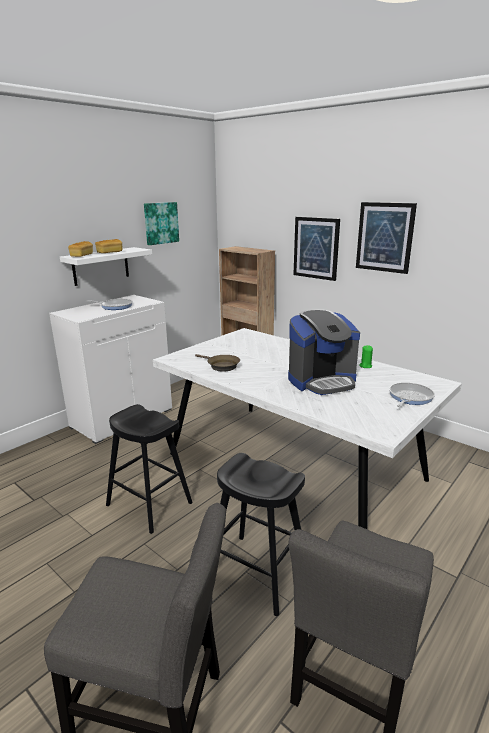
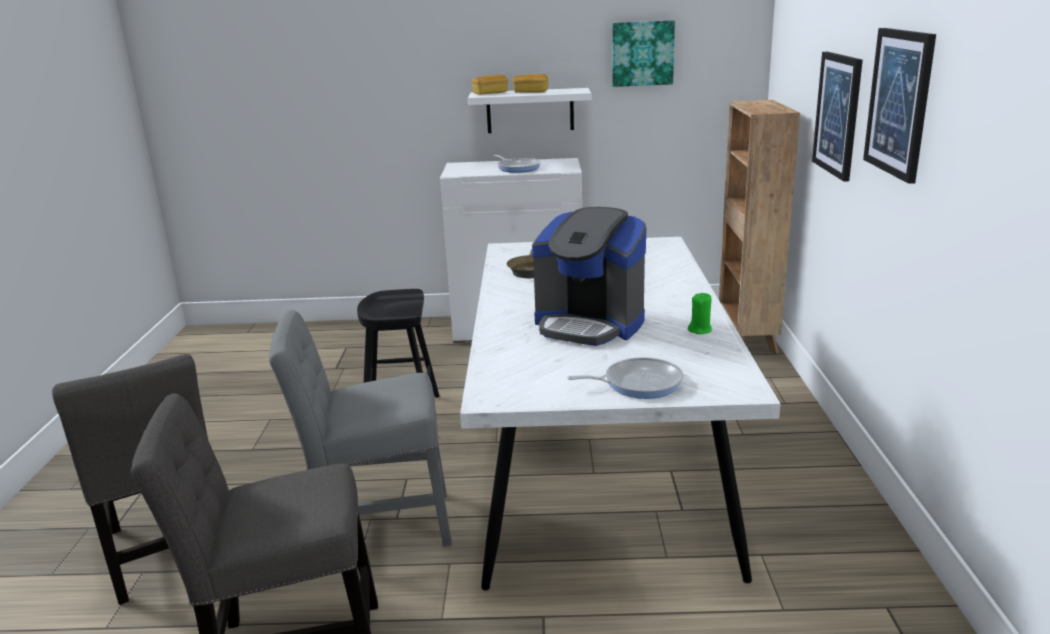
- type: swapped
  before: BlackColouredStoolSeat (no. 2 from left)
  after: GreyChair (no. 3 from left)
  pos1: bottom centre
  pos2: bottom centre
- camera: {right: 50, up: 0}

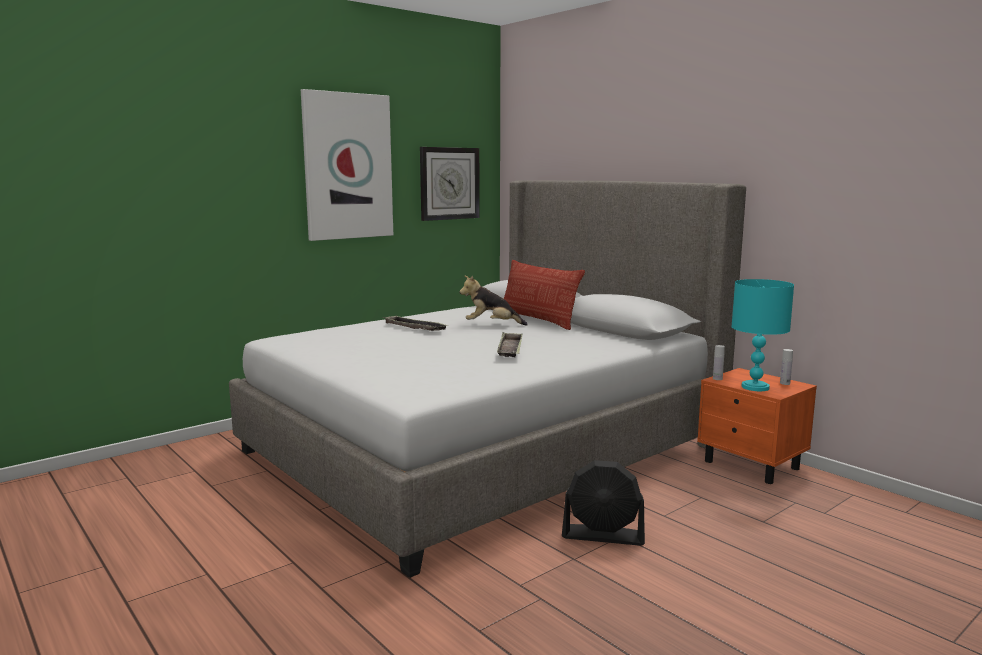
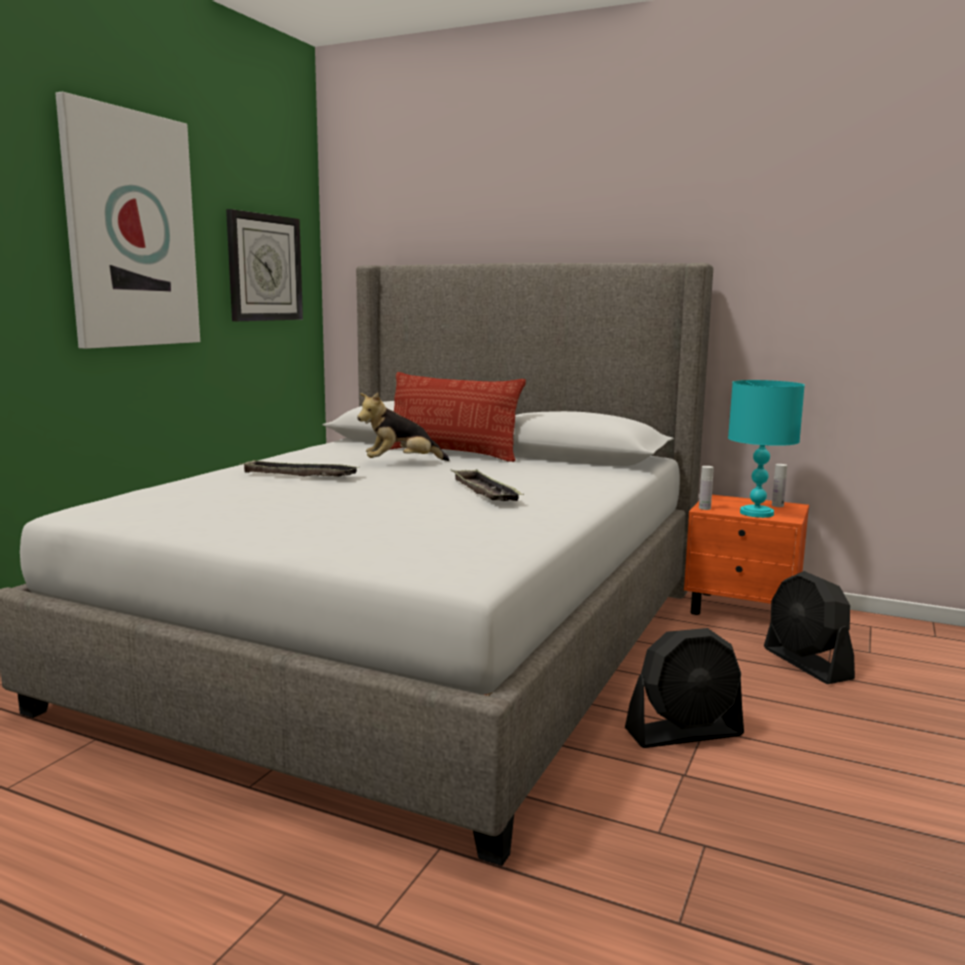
- type: new
  after: BlackColouredElectricFan (no. 2 from left)
  pos2: middle right
- camera: {right: -25, up: 0}

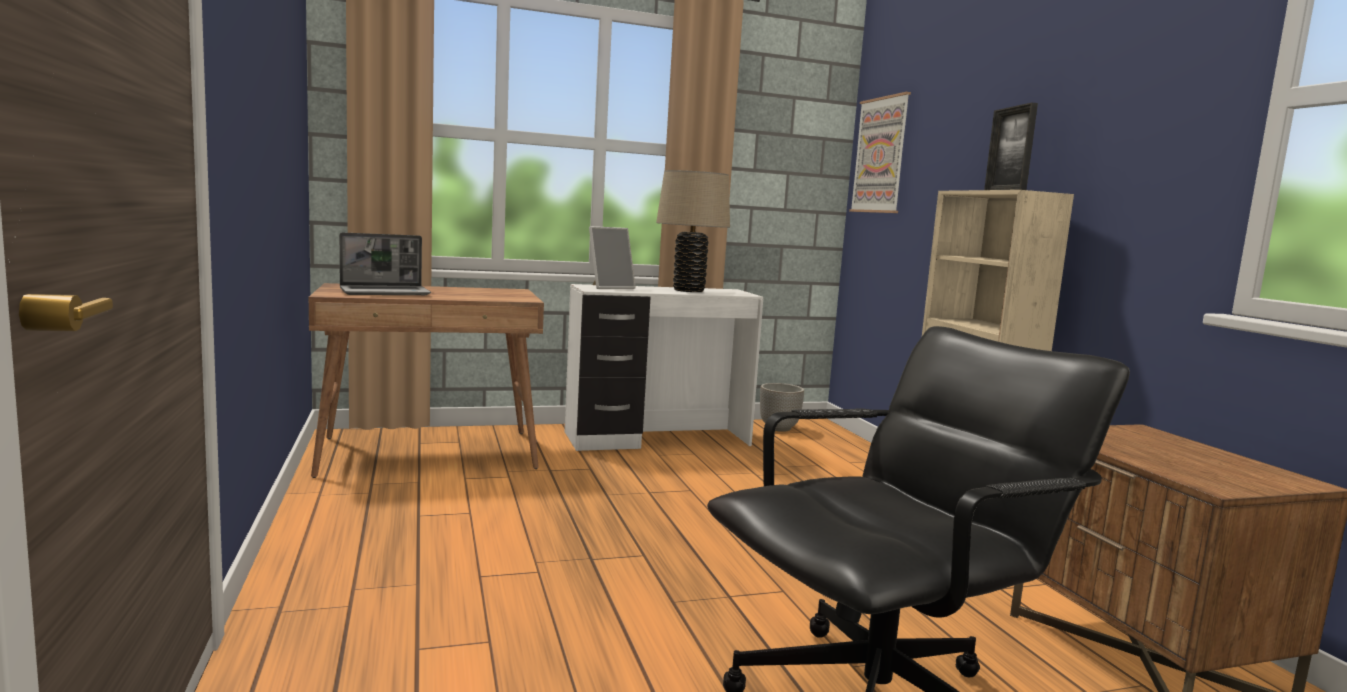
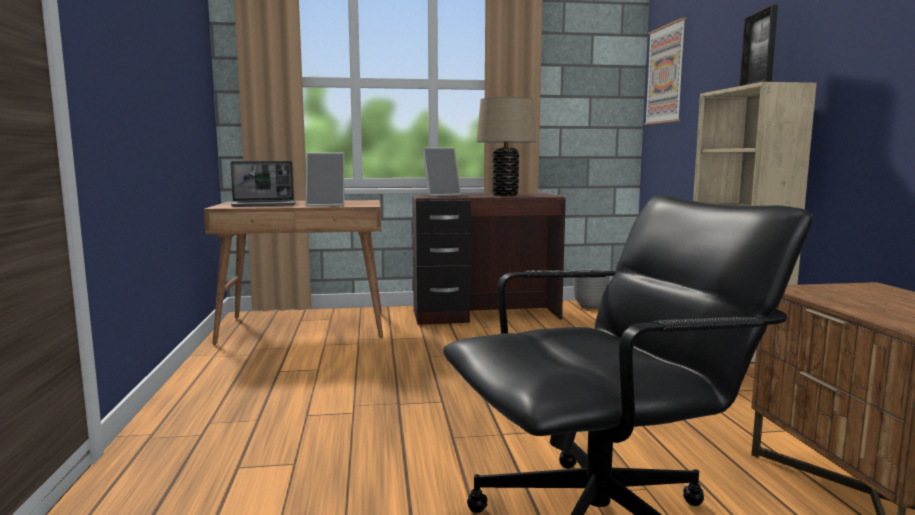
- type: repainted
  before: WhiteDeskTable
  after: BrownDeskTable (no. 2 from left)
  pos1: centre
  pos2: centre
- type: new
  after: PhotoFrame (no. 1 from left)
  pos2: centre
- camera: {right: 10, up: 0}

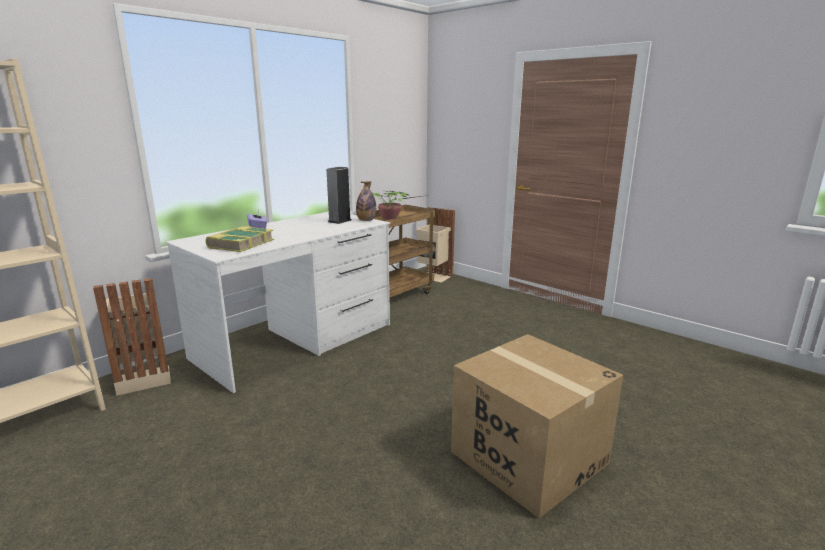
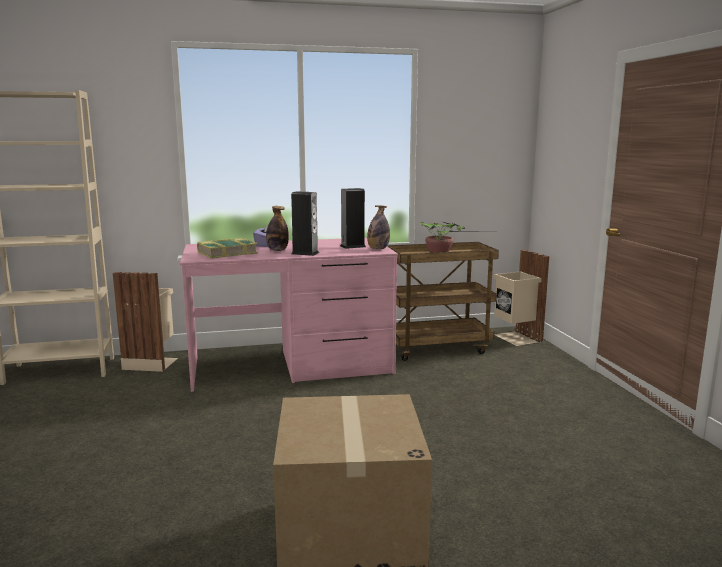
- type: repainted
  before: WhiteDeskTable
  after: PinkishDeskTable
  pos1: centre
  pos2: centre
- type: new
  after: BeverageBottle (no. 1 from left)
  pos2: centre
- type: new
  after: Loudspeaker (no. 1 from left)
  pos2: centre
- camera: {right: 35, up: -5}

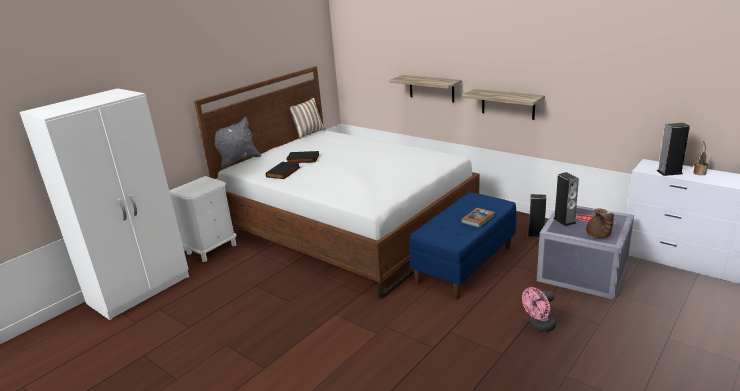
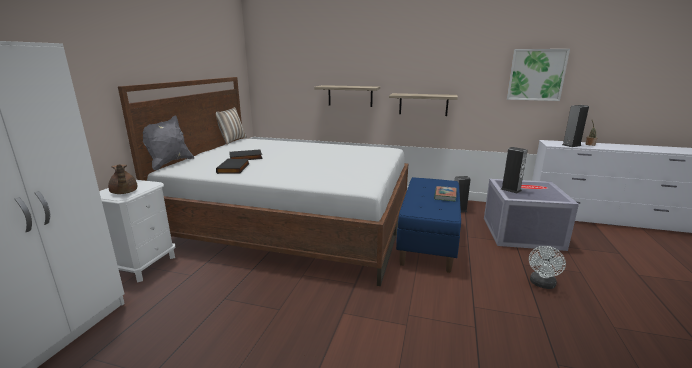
- type: repainted
  before: PinkishElectricFan
  after: WhiteElectricFan
  pos1: bottom right
  pos2: bottom right
- type: shifted
  before: BrownTeaPot
  pos1: middle right
  pos2: middle left
- type: new
  after: WallArt
  pos2: top right
- camera: {right: -25, up: -5}

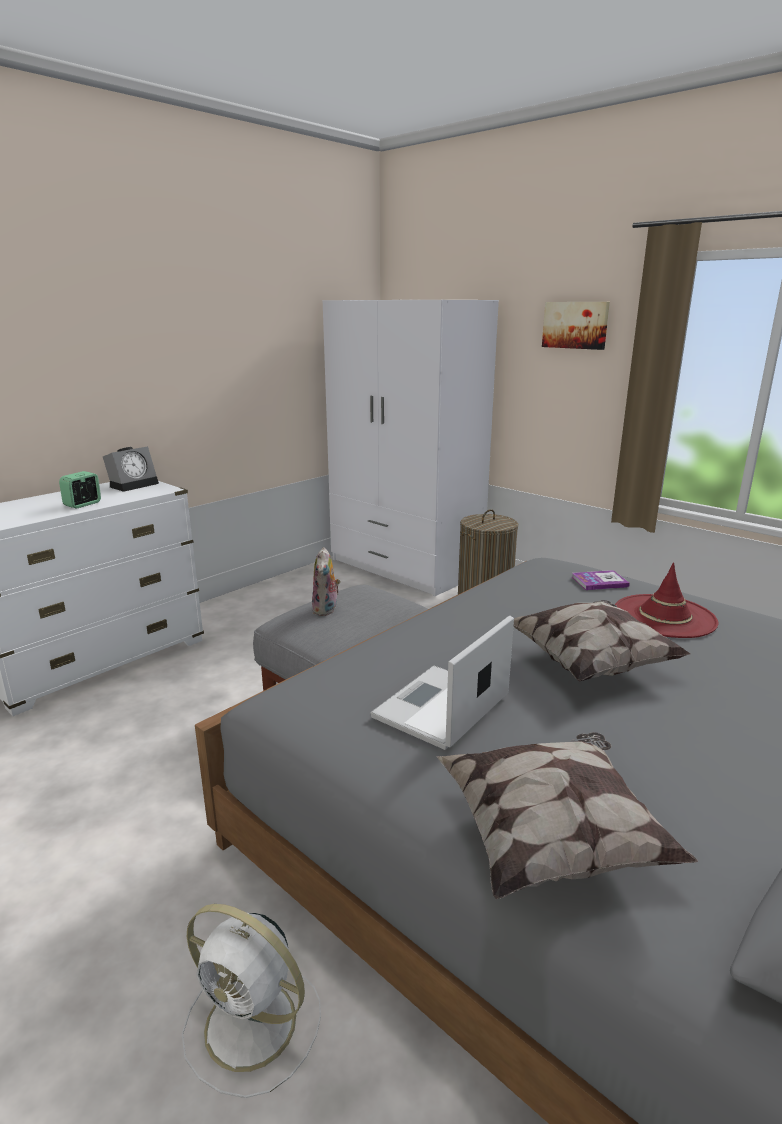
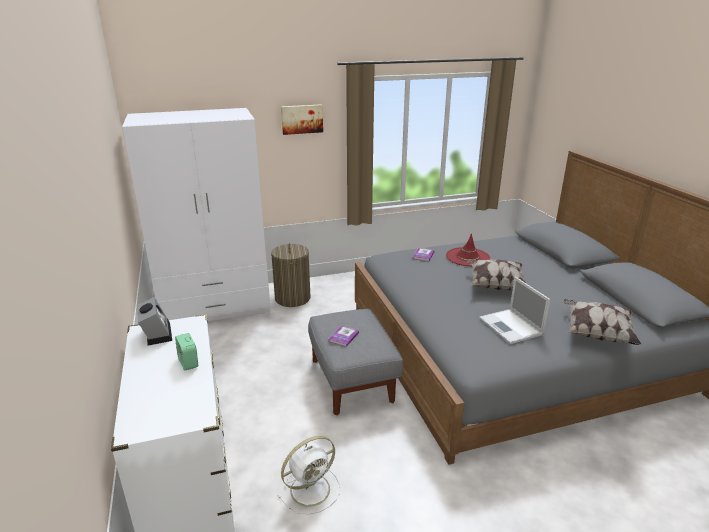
- type: shifted
  before: WhiteElectricFan
  pos1: bottom left
  pos2: bottom centre
- type: swapped
  before: CuddlyToy
  after: Book (no. 1 from left)
  pos1: centre
  pos2: centre
- camera: {right: -60, up: 5}

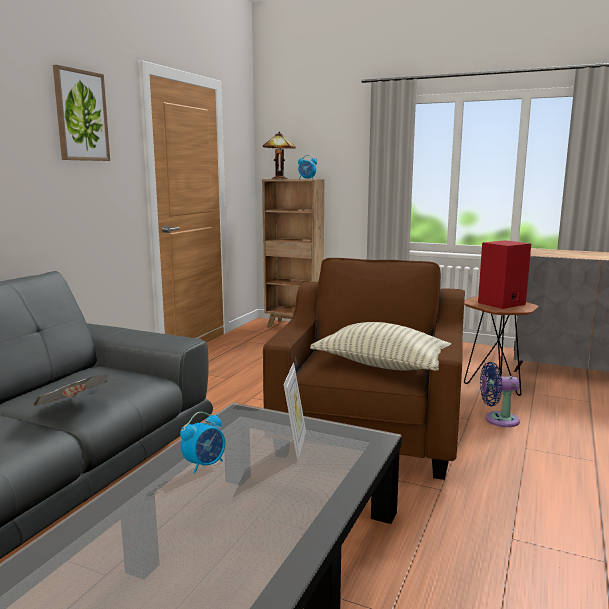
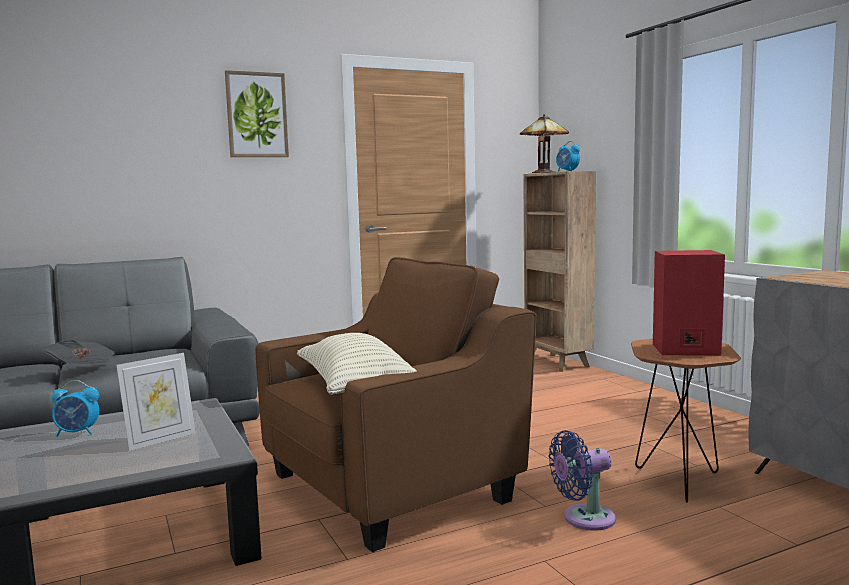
- type: rotated
  before: BluishElectricFan
  pos1: middle right
  pos2: bottom right
  turn: -60
- camera: {right: 40, up: -5}

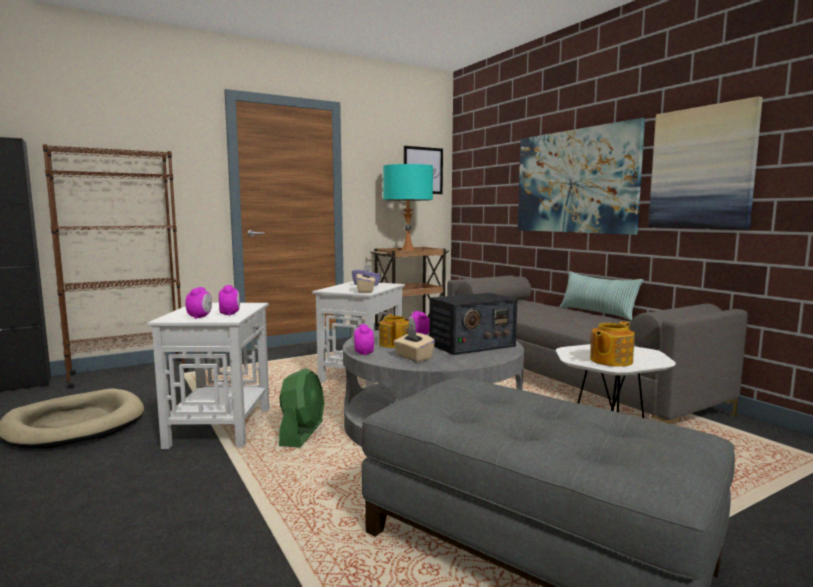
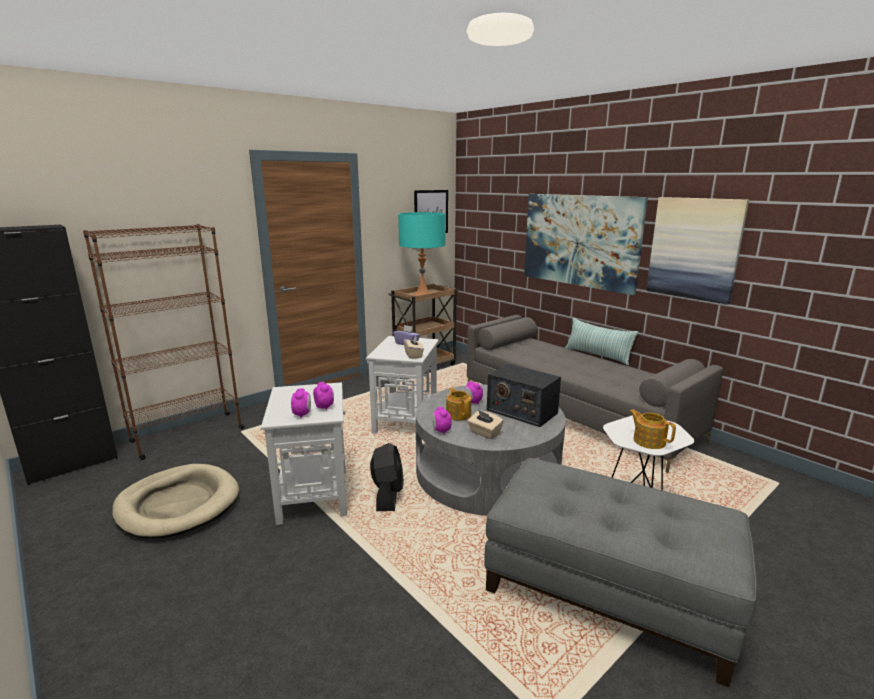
- type: repainted
  before: GreenColouredElectricFan
  after: BlackColouredElectricFan
  pos1: bottom centre
  pos2: bottom centre
- type: rotated
  before: RadioSet
  pos1: centre
  pos2: centre
  turn: 75
- type: rotated
  before: TeaPot (no. 2 from left)
  pos1: middle right
  pos2: middle right
  turn: 105
- camera: {right: -10, up: 10}

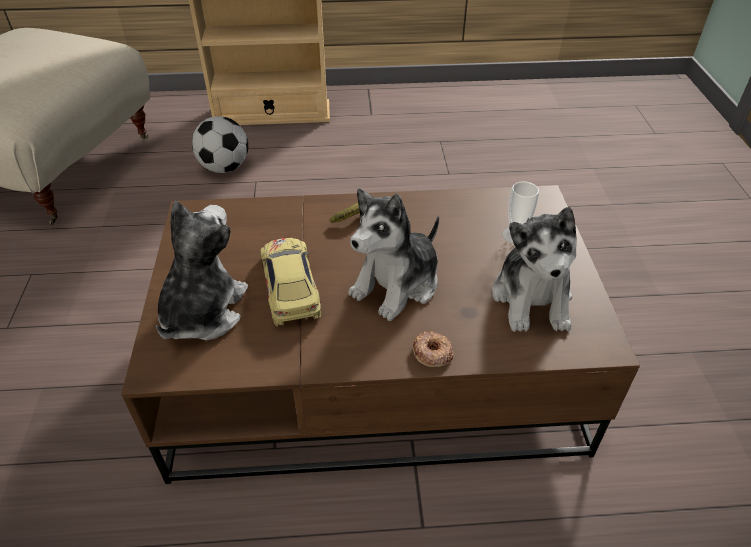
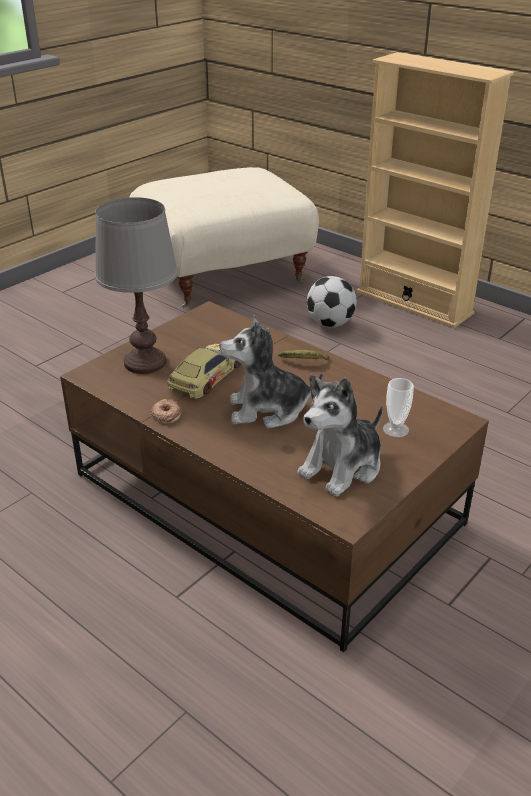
- type: swapped
  before: CuddlyToy (no. 1 from left)
  after: GreyTableLamp
  pos1: middle left
  pos2: middle left
- type: shifted
  before: RingDoughnut
  pos1: centre
  pos2: middle left
- camera: {right: 45, up: -10}

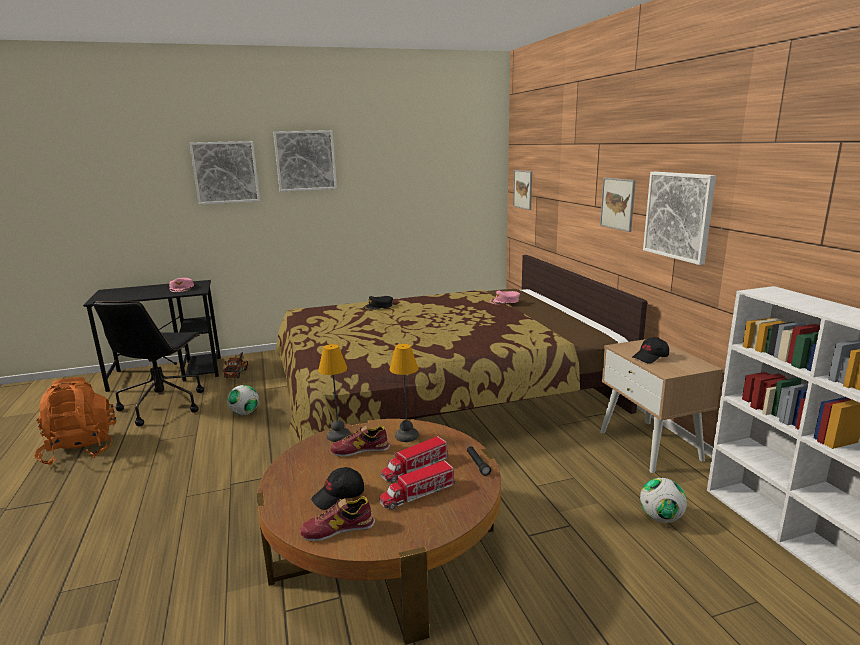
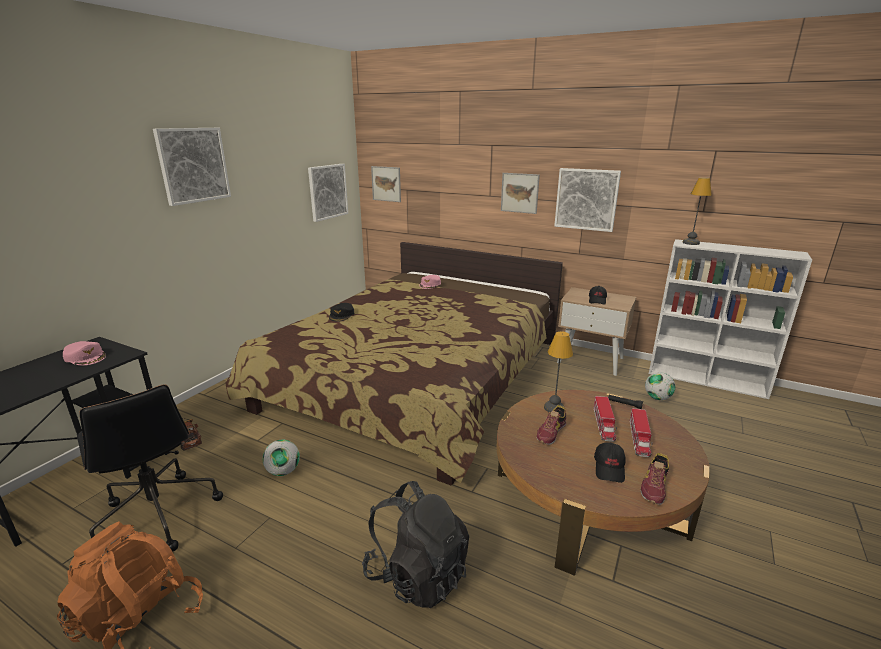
- type: shifted
  before: WallArt (no. 1 from left in the first image)
  after: WallArt (no. 2 from left)
  pos1: top left
  pos2: top centre
- type: shifted
  before: TableLamp (no. 1 from left in the first image)
  after: TableLamp (no. 2 from left)
  pos1: centre
  pos2: top right
- type: new
  after: BlackColouredBackpack
  pos2: bottom centre
- camera: {right: -45, up: 5}

